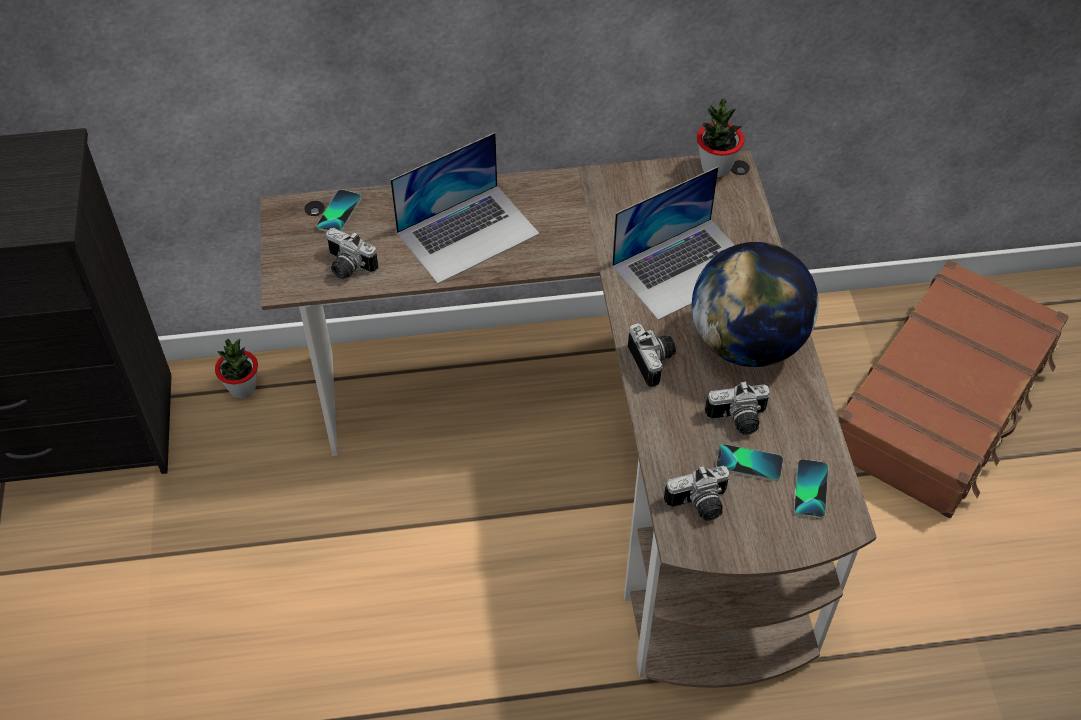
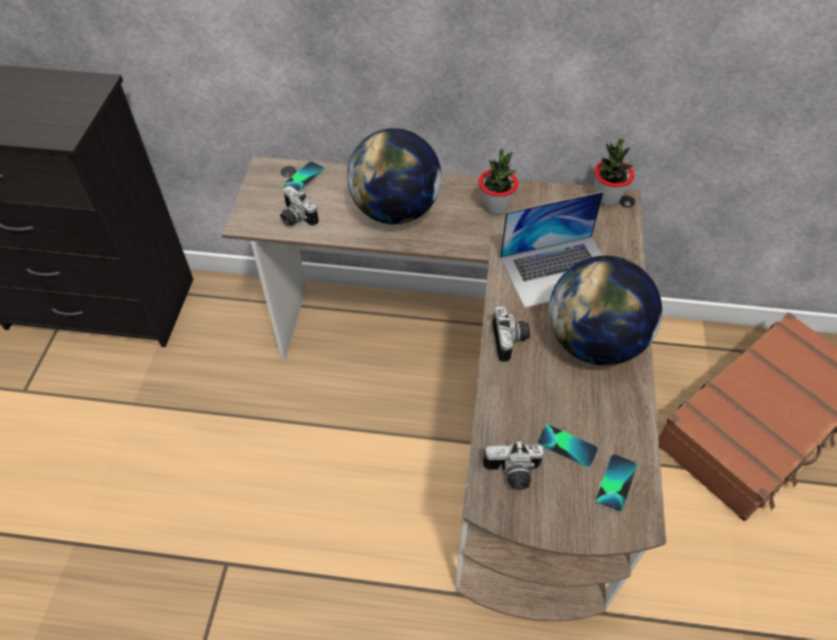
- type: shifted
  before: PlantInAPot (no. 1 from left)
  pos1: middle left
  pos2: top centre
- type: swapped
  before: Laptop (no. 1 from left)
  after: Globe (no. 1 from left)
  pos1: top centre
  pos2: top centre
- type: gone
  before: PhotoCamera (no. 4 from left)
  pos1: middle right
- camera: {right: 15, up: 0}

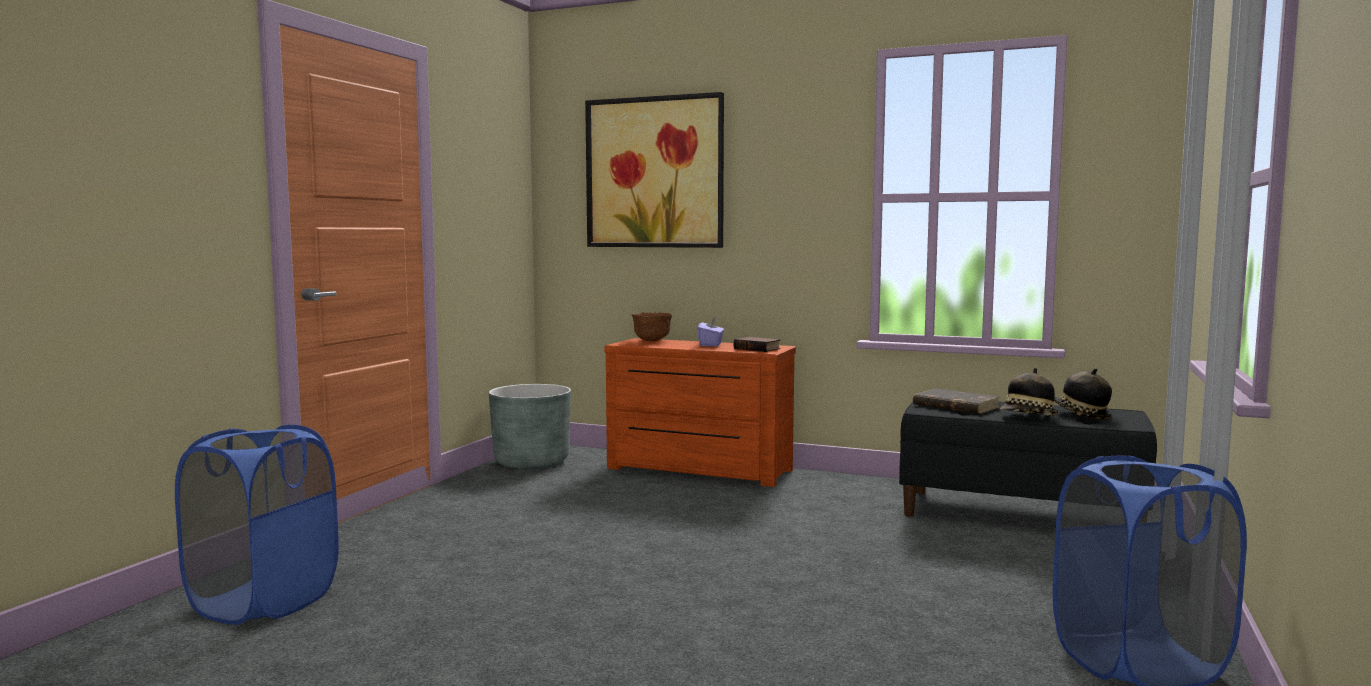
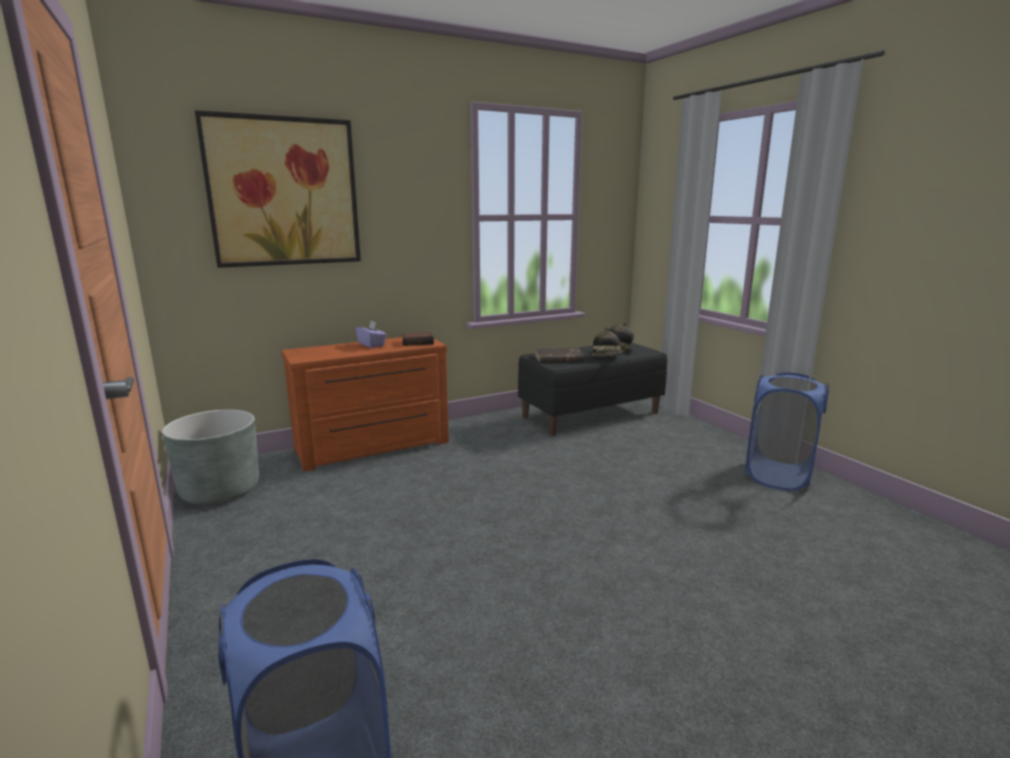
- type: gone
  before: BrownServingBowl
  pos1: centre
- camera: {right: -50, up: 10}

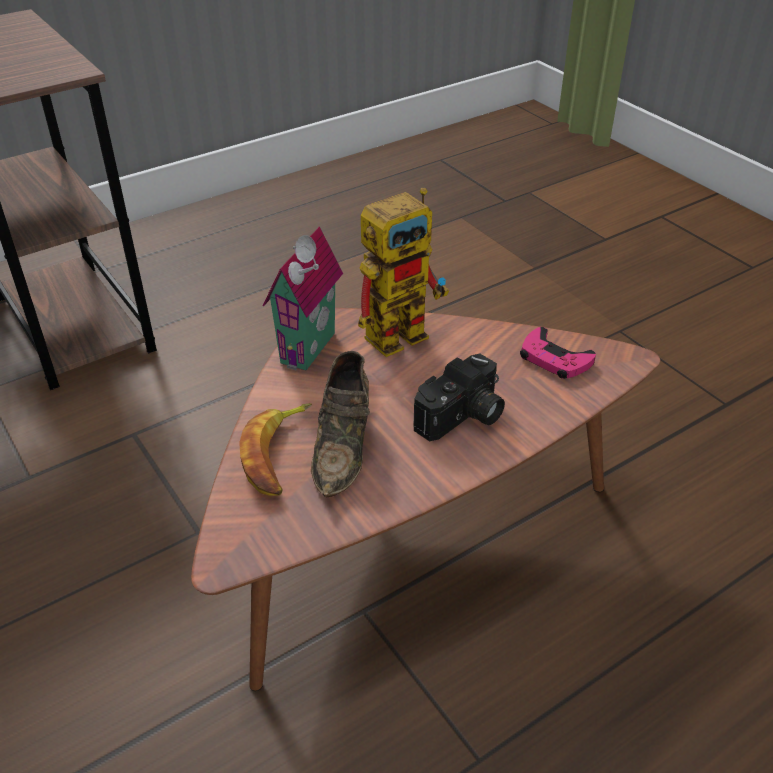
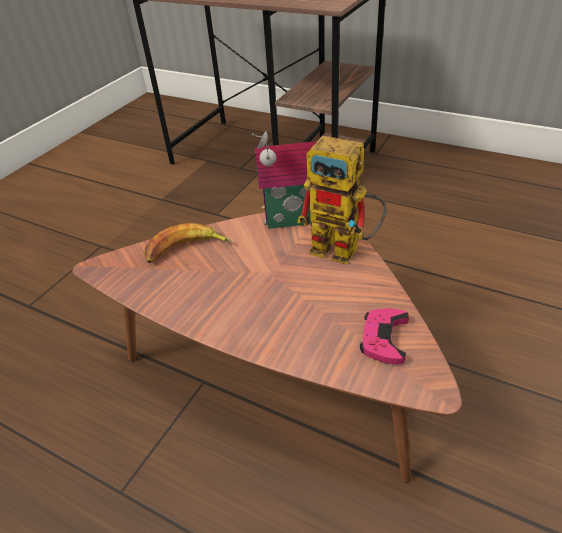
- type: gone
  before: BrownItemOfFootwear
  pos1: centre
- type: gone
  before: PhotoCamera
  pos1: centre
- camera: {right: 65, up: 0}

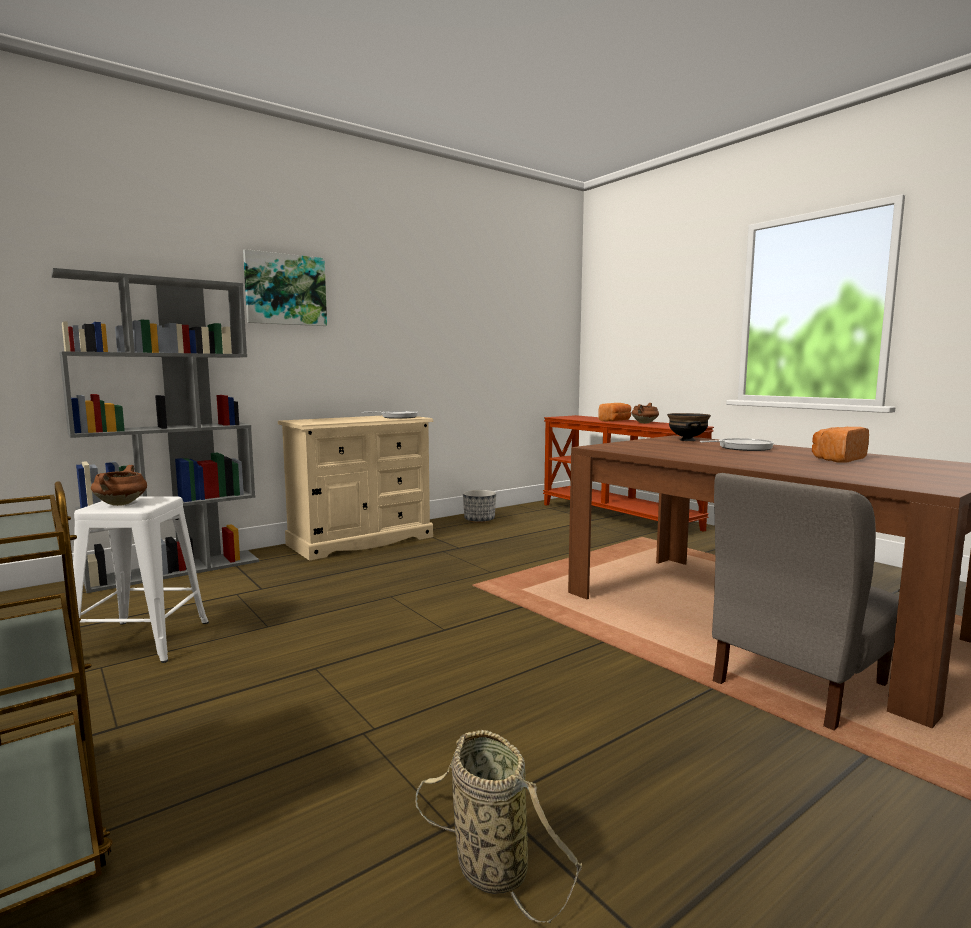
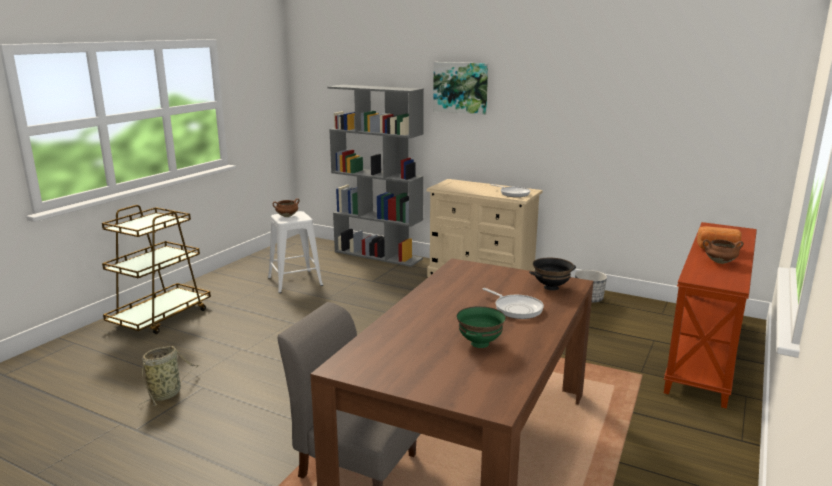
- type: swapped
  before: Bread (no. 2 from left)
  after: GreenColouredServingBowl
  pos1: middle right
  pos2: bottom centre
- camera: {right: 65, up: 10}

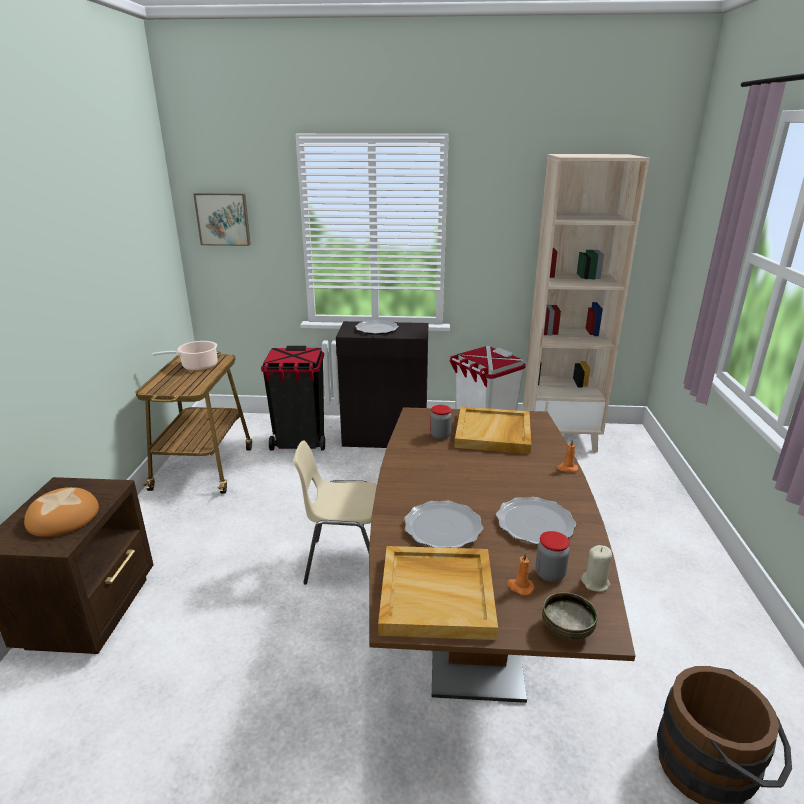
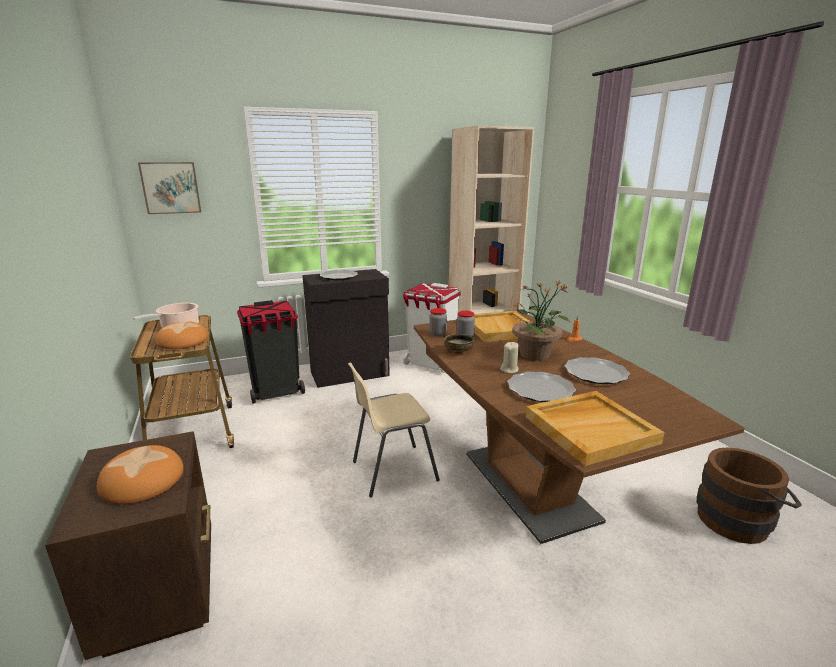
- type: gone
  before: OrangeWaxCandle (no. 1 from left)
  pos1: bottom centre
- type: shifted
  before: Jar (no. 2 from left in the first image)
  after: Jar (no. 1 from left)
  pos1: bottom right
  pos2: centre
- type: shifted
  before: ServingBowl
  pos1: bottom right
  pos2: centre
- type: shifted
  before: BeigeColouredWaxCandle
  pos1: bottom right
  pos2: centre
- type: new
  after: Bread (no. 2 from left)
  pos2: middle left
- type: new
  after: PlantInAPot
  pos2: centre
- camera: {right: -25, up: -5}

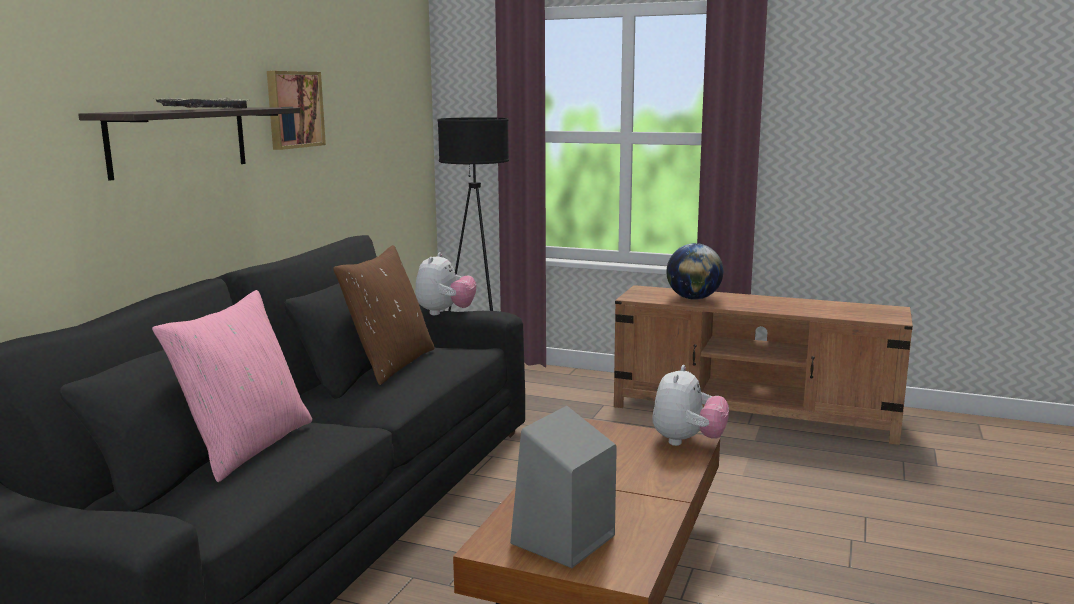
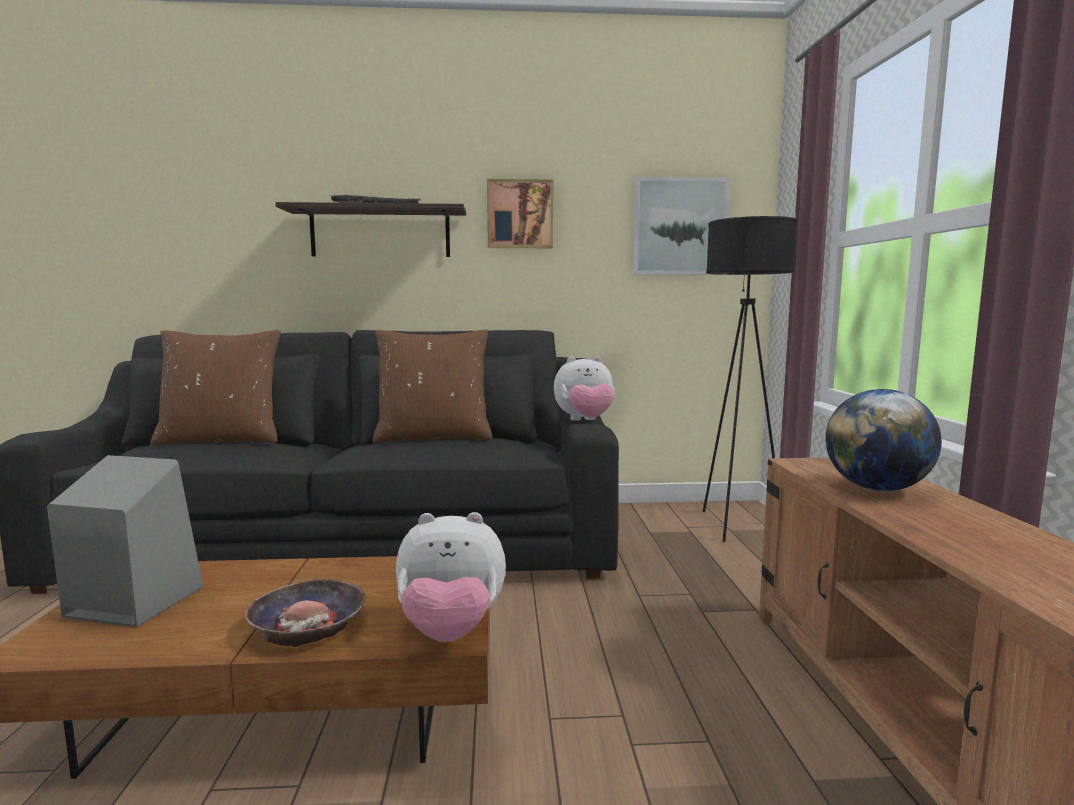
- type: repainted
  before: PinkishPillow
  after: BrownPillow (no. 1 from left)
  pos1: middle left
  pos2: middle left
- type: new
  after: ServingBowl
  pos2: bottom left
- type: new
  after: WallArt (no. 2 from left)
  pos2: top centre
- camera: {right: 65, up: -5}

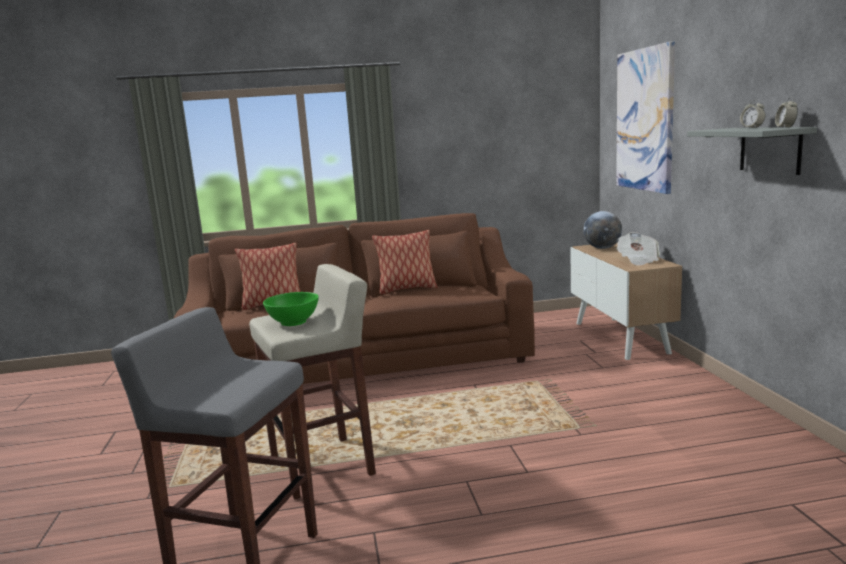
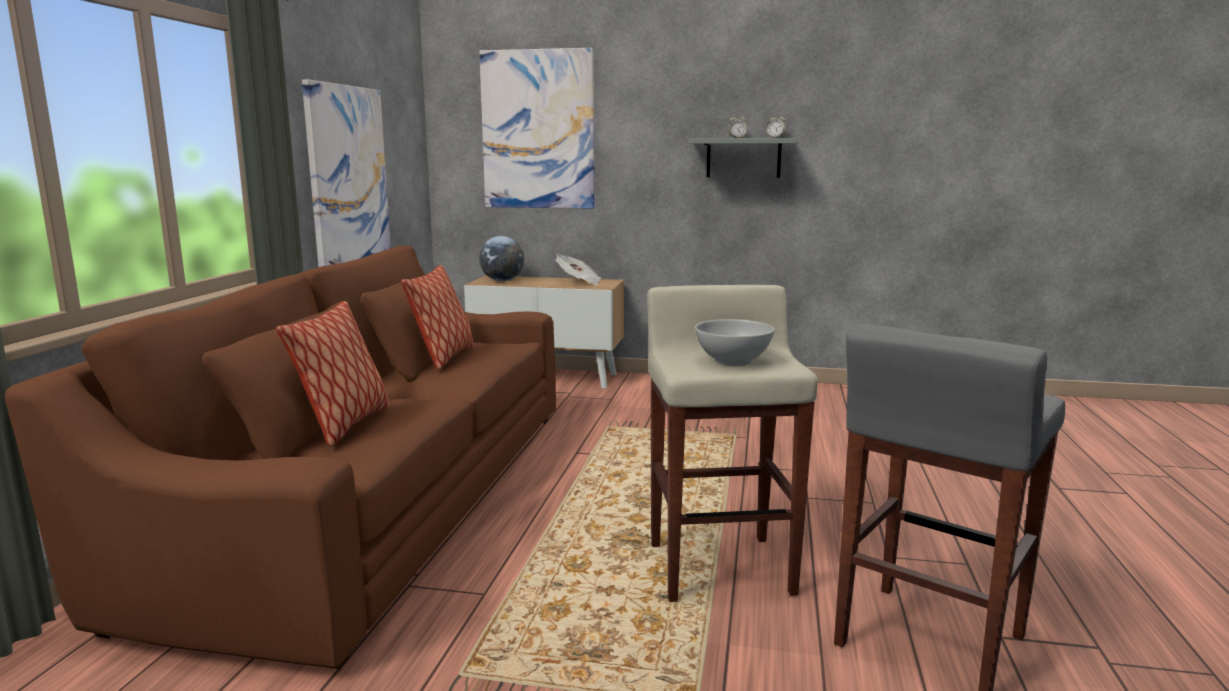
- type: repainted
  before: GreenColouredServingBowl
  after: WhiteServingBowl
  pos1: centre
  pos2: centre
- type: new
  after: WallArt (no. 1 from left)
  pos2: top left
- camera: {right: -70, up: 0}

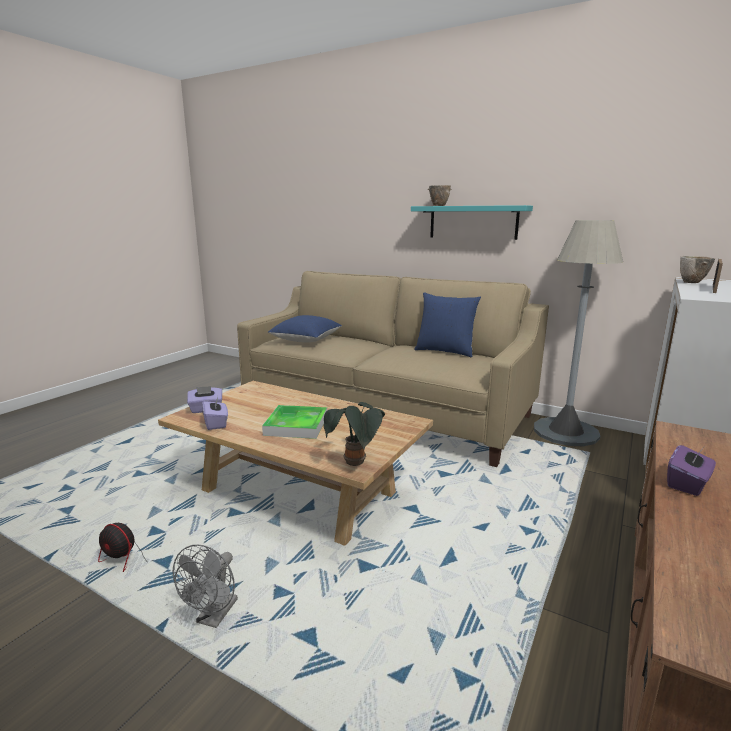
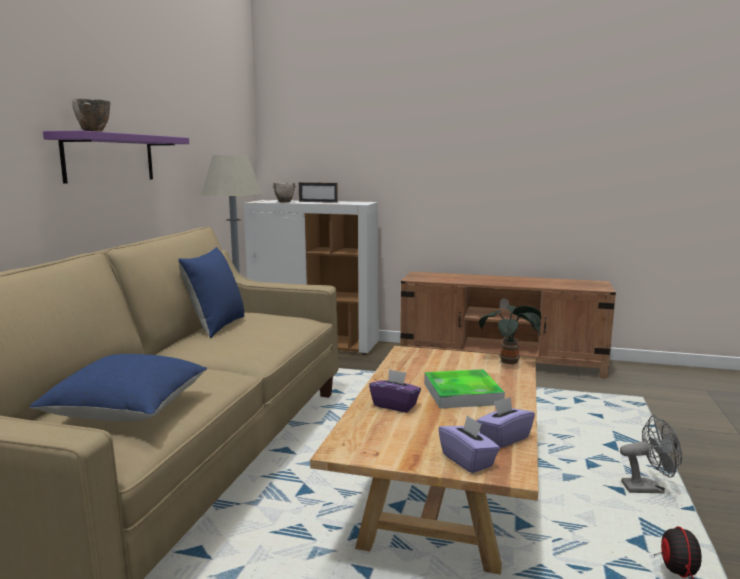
- type: repainted
  before: TurquoiseColouredWallShelf
  after: PurplishWallShelf
  pos1: top centre
  pos2: top left
- type: shifted
  before: PurplishBoxOfTissues (no. 3 from left in the first image)
  after: PurplishBoxOfTissues (no. 1 from left)
  pos1: middle right
  pos2: bottom centre
- camera: {right: -105, up: -5}

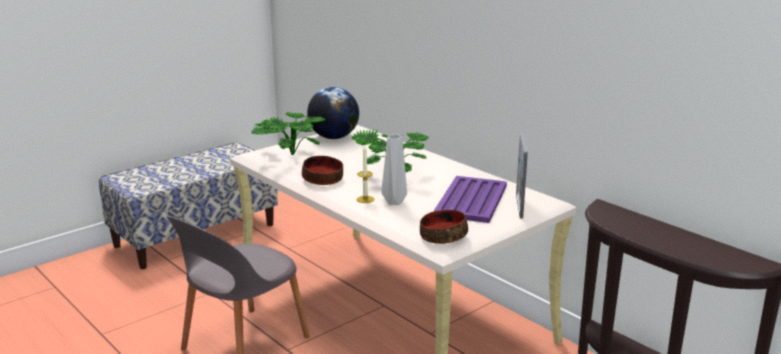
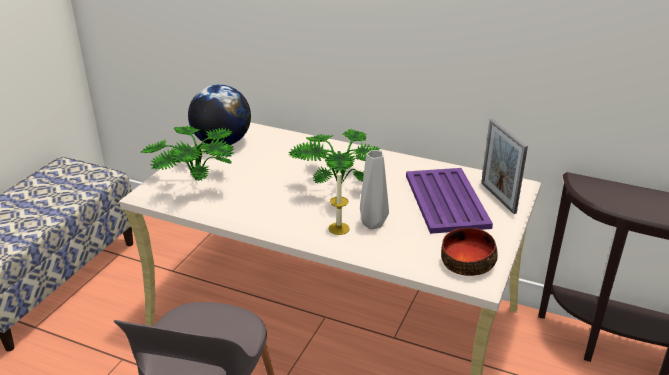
- type: gone
  before: ServingBowl (no. 1 from left)
  pos1: centre
- camera: {right: -25, up: 10}

